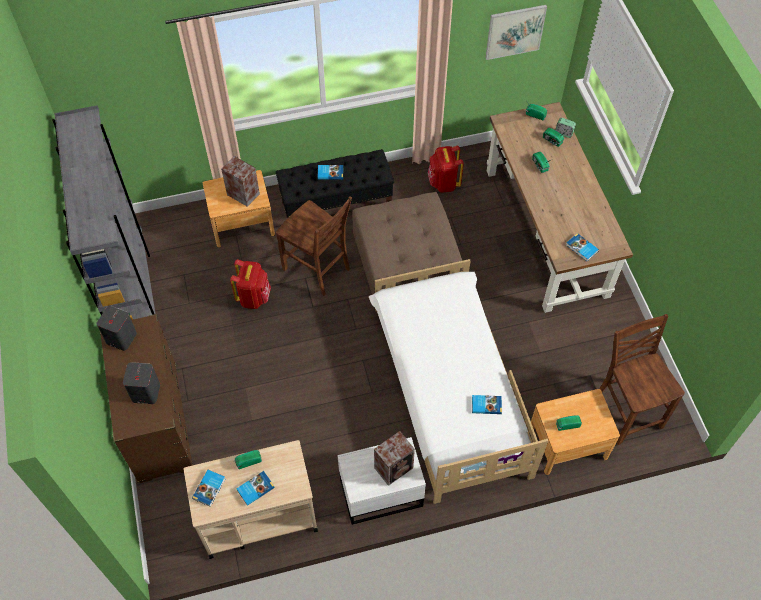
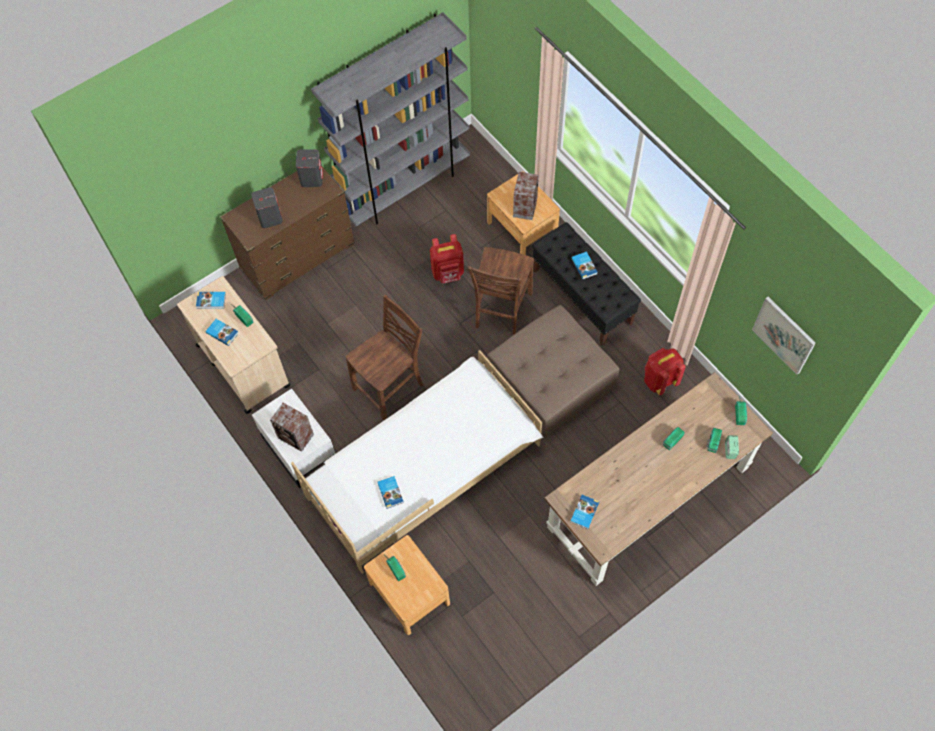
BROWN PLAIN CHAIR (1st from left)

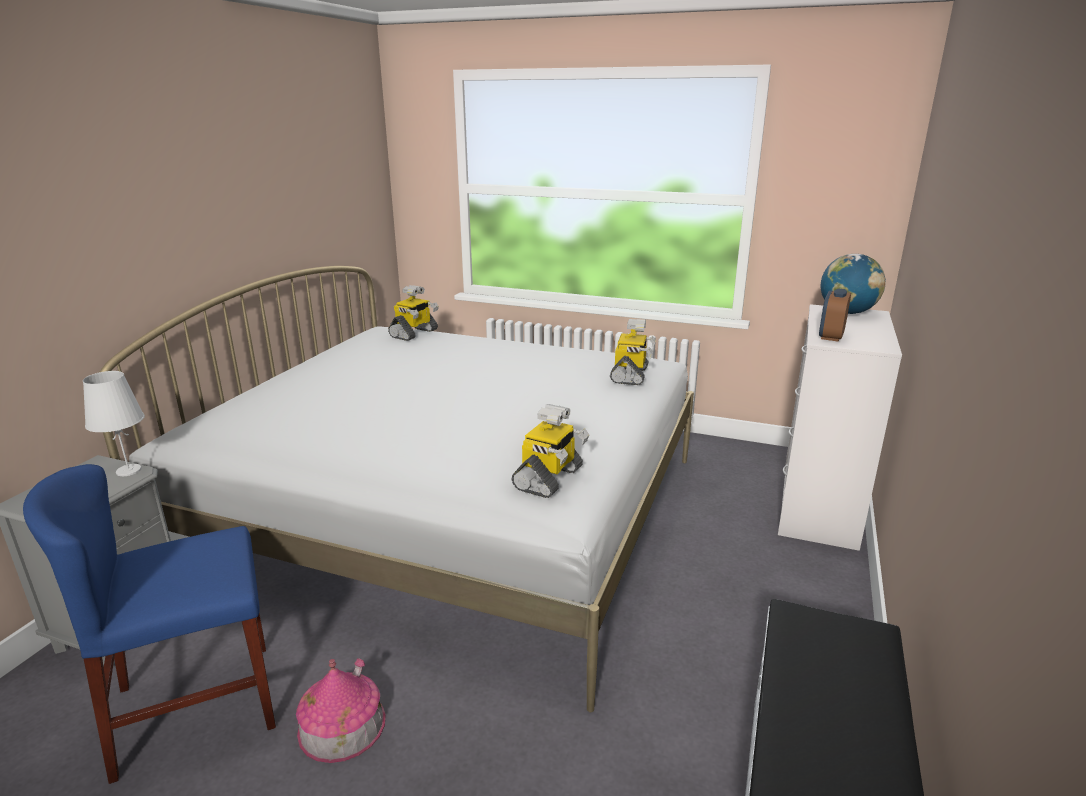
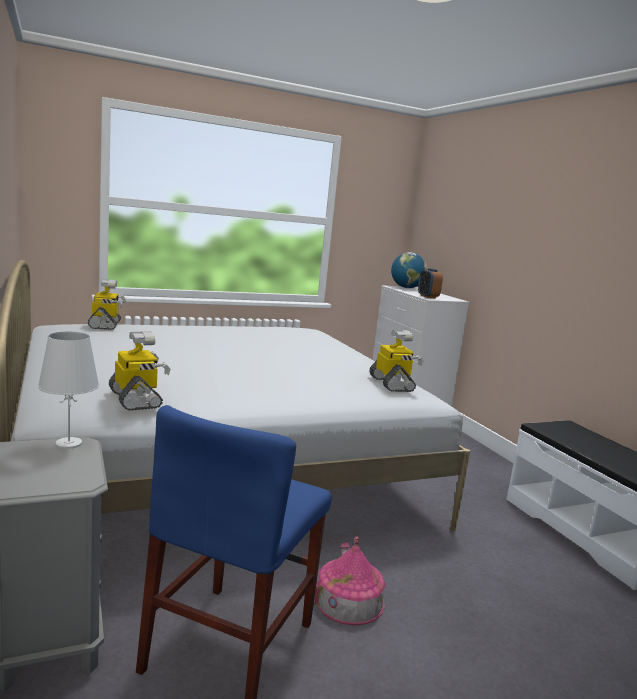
MODEL ROBOT (2nd from left)

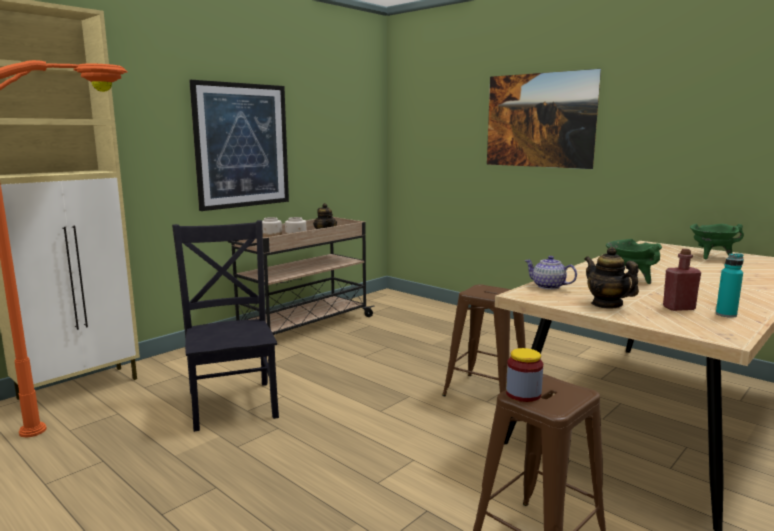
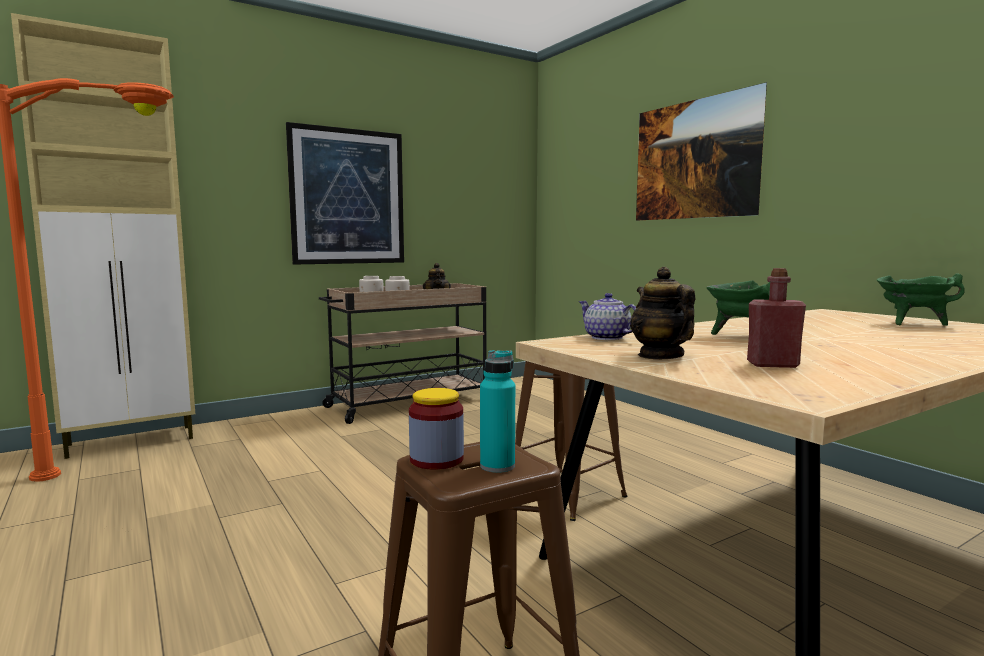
BLACK PLAIN CHAIR
BLUE-GREEN BOTTLE

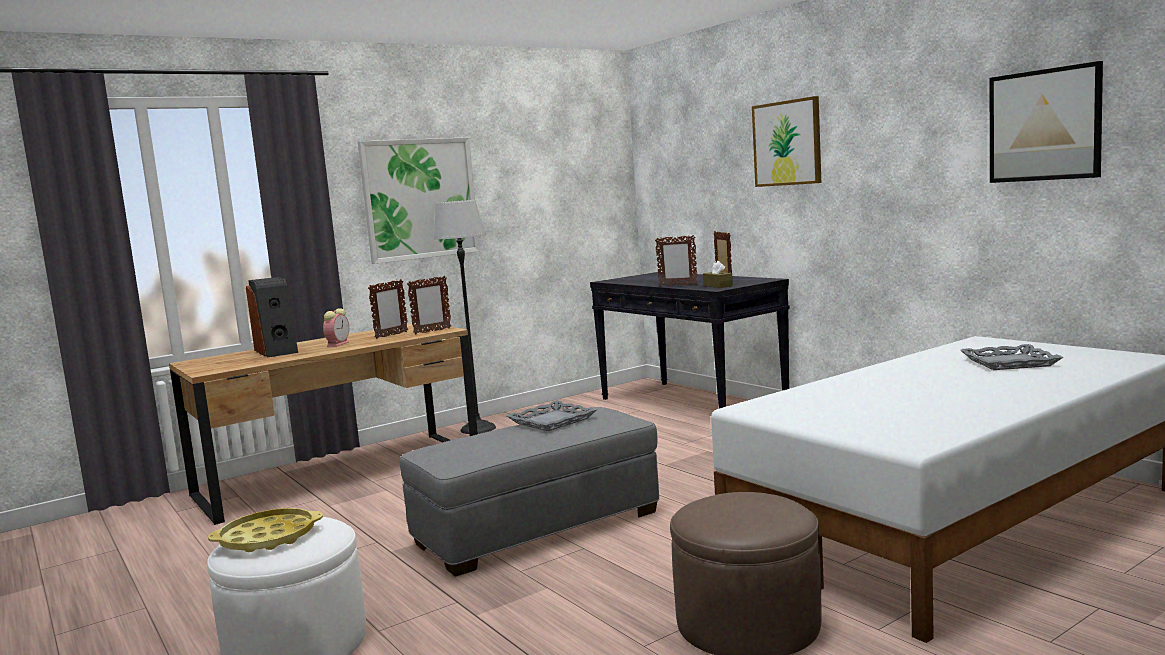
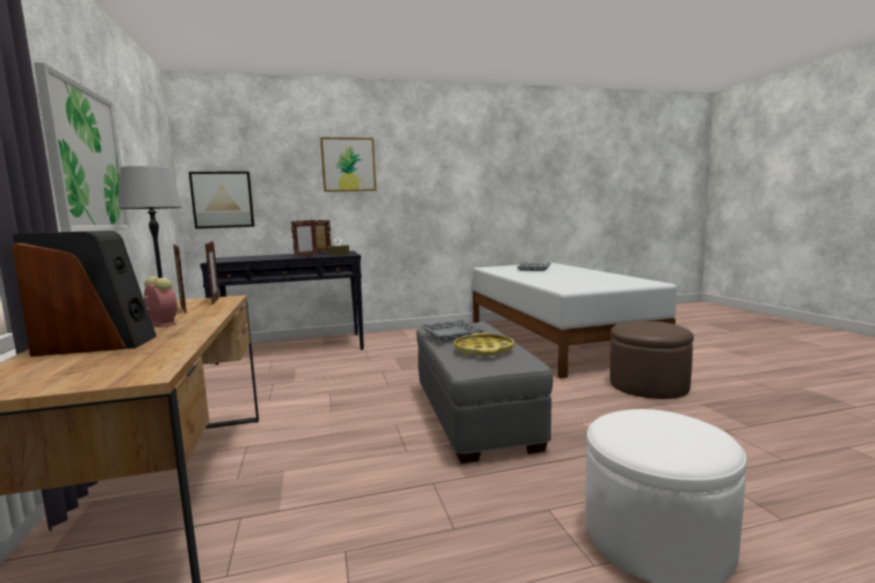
YELLOWISH TRAY
WALL ART (2nd from left)

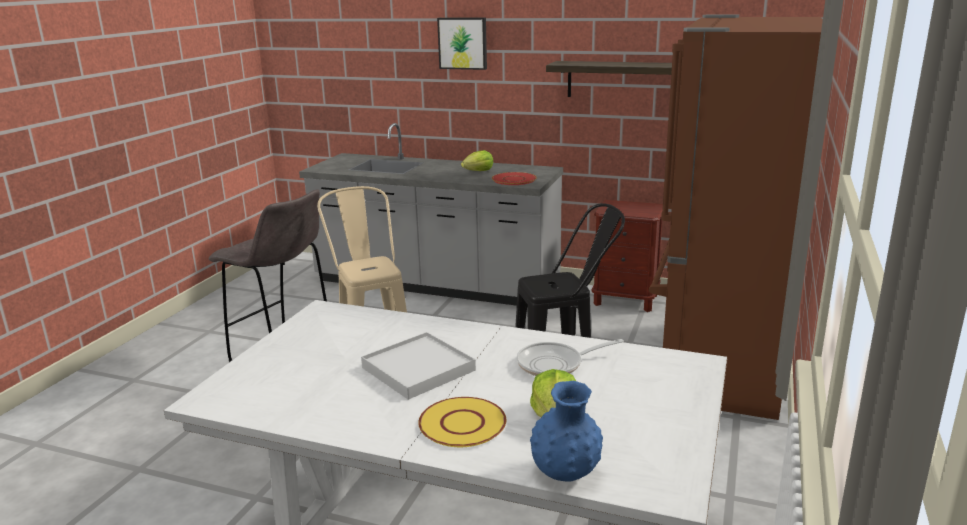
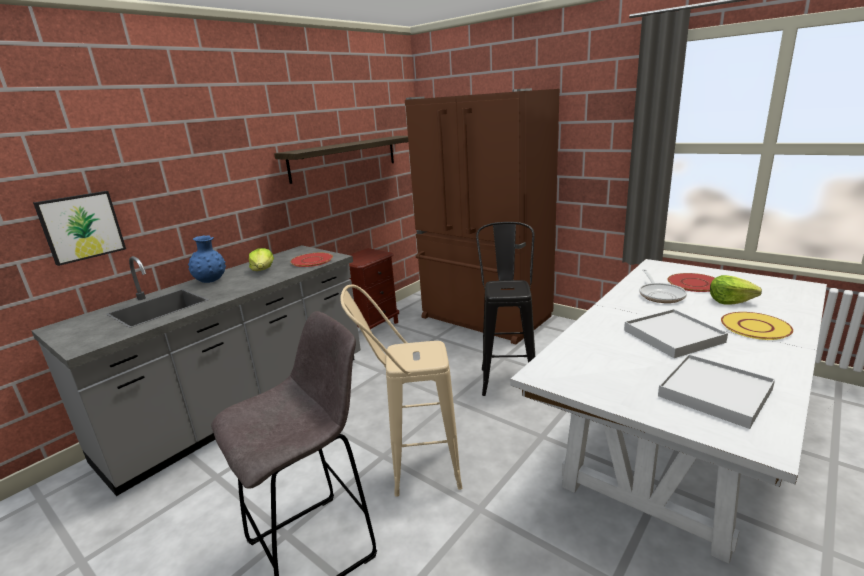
WHITE TRAY (2nd from left)
RED-COLOURED FLAT DISH (2nd from left)
WALL ART
BLUE-COLOURED DECORATIVE VASE

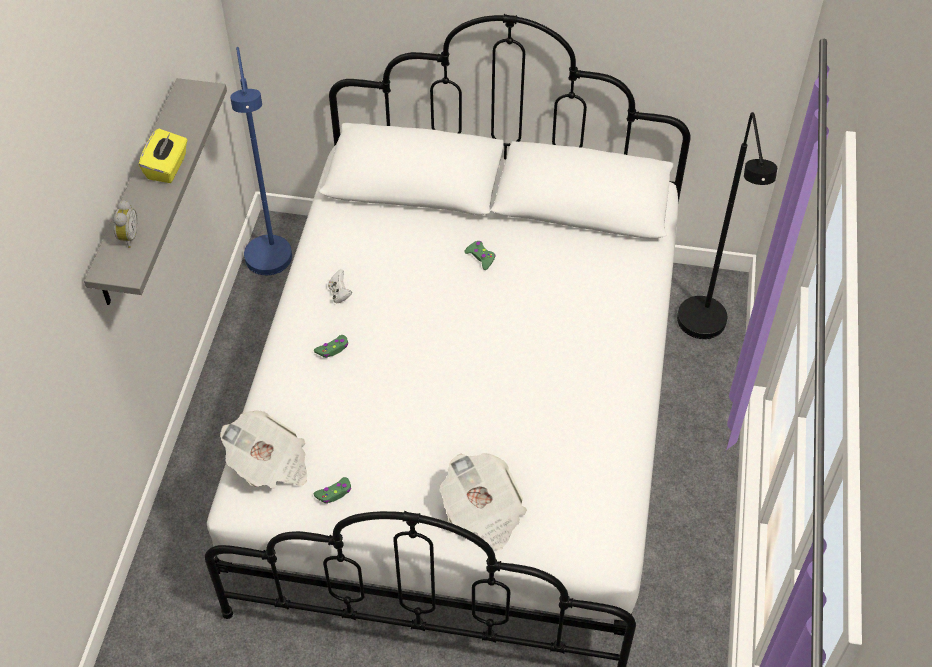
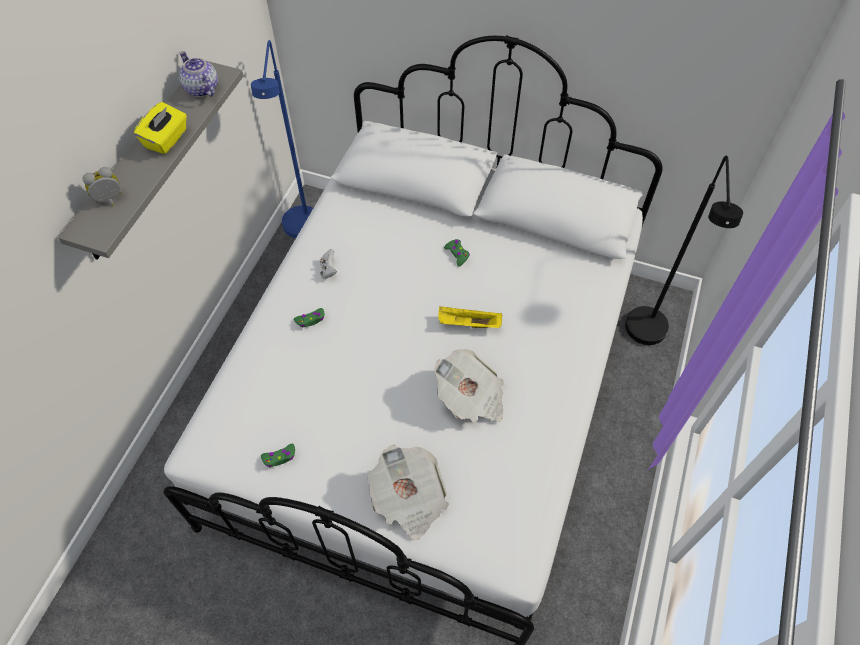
TEA POT
YELLOWISH TRAY
NEWSPAPER (2nd from left)
TABLE CLOCK

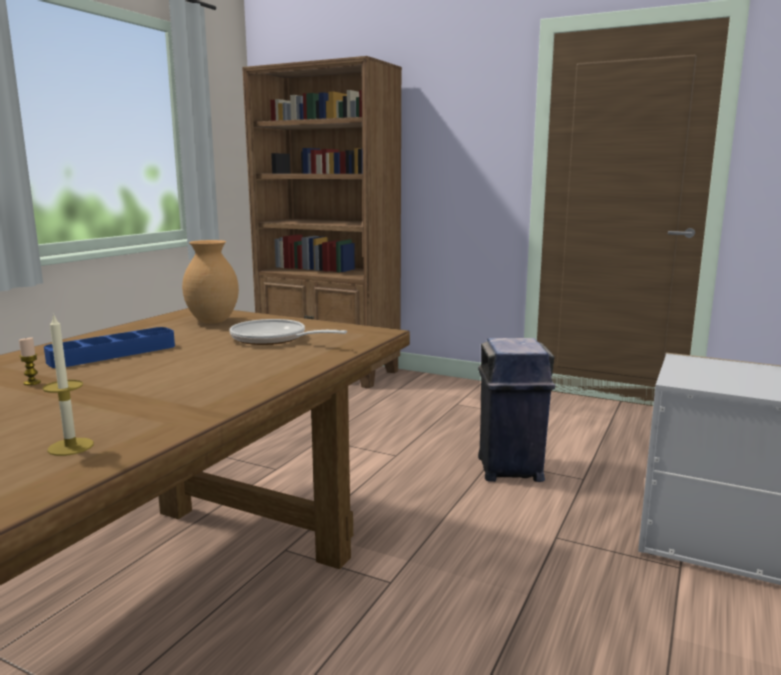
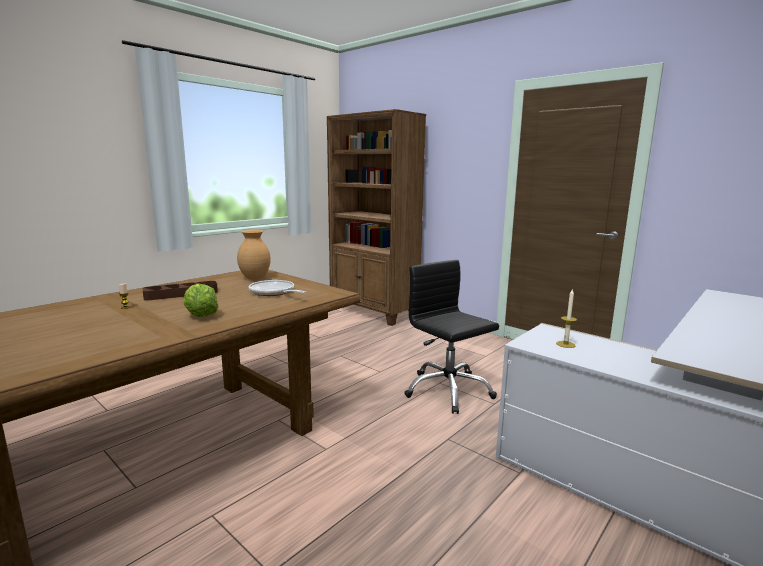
HEAD OF LETTUCE
WAX CANDLE (2nd from left)
BLACK COMPUTER CHAIR
BROWN TRAY

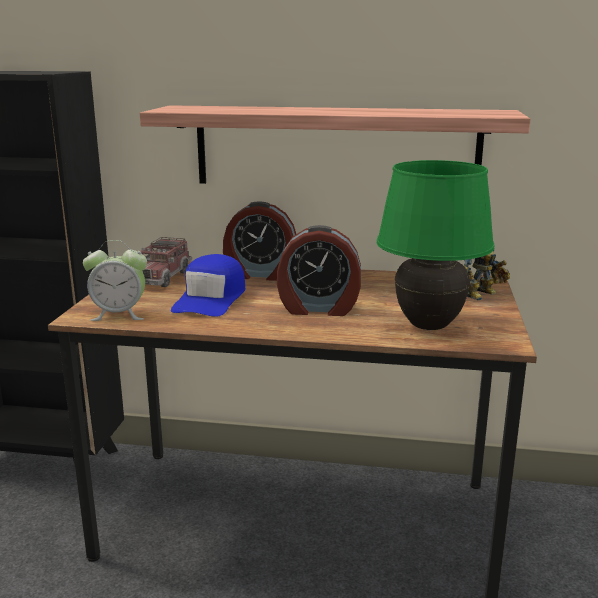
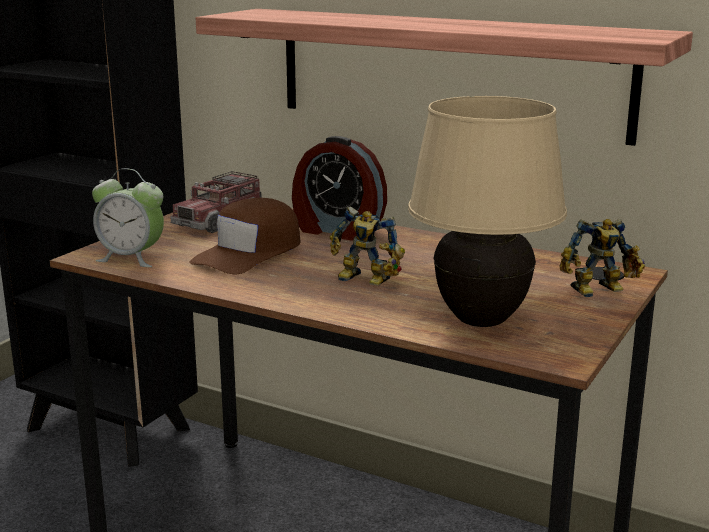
MODEL ROBOT (1st from left)
BROWN BASEBALL CAP
BEIGE-COLOURED LAMP FOR A TABLE

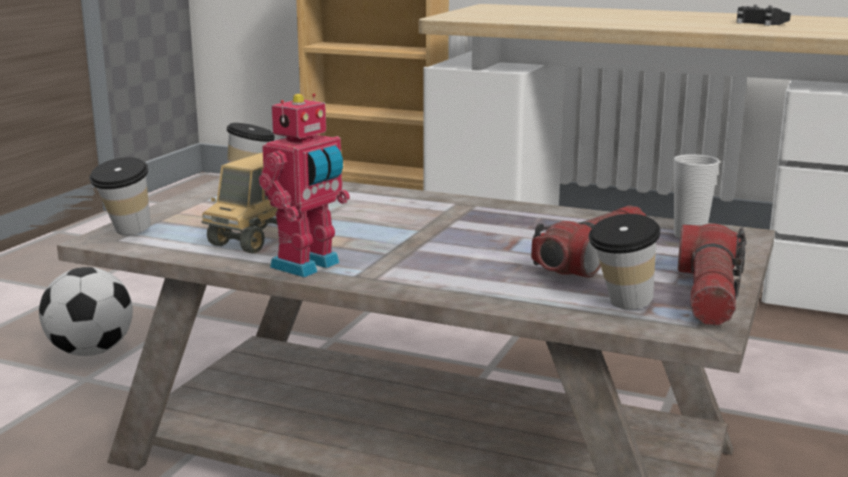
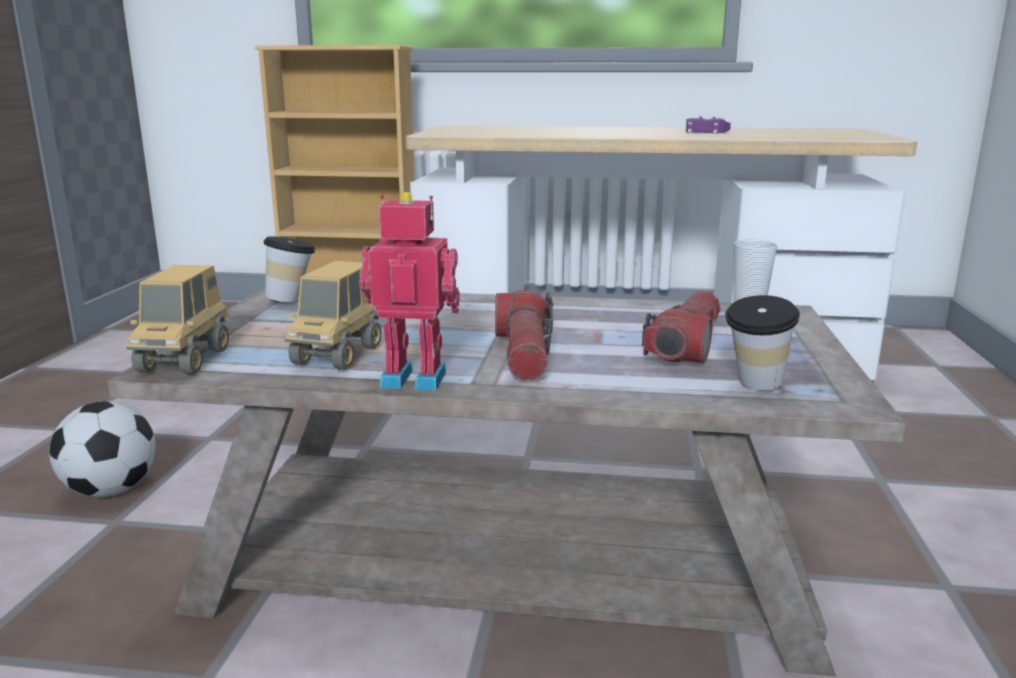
TORCH (1st from left)
TOY TRUCK (1st from left)
PURPLISH GAME CONTROLLER
MODEL ROBOT

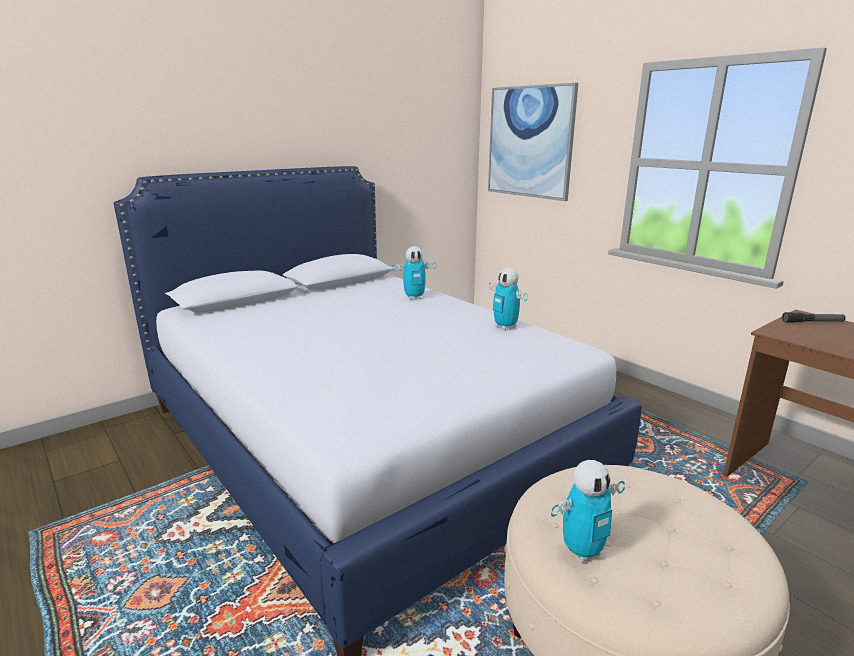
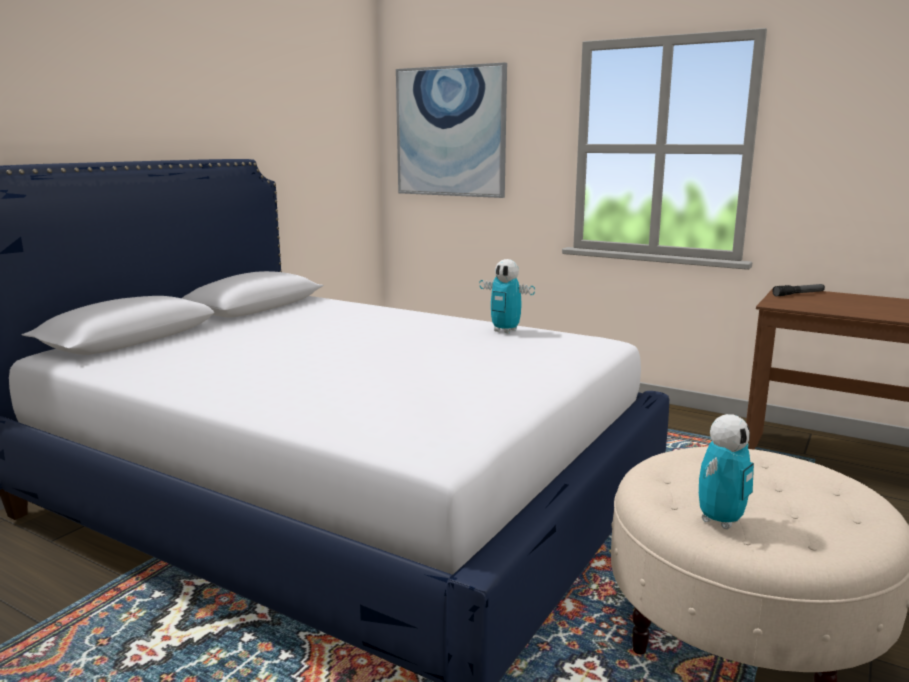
MODEL ROBOT (1st from left in the first image)

